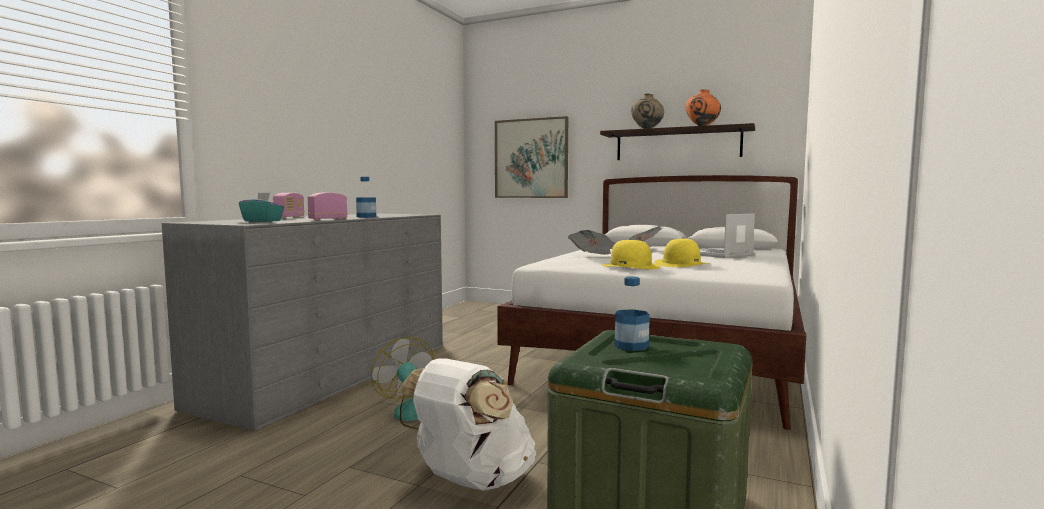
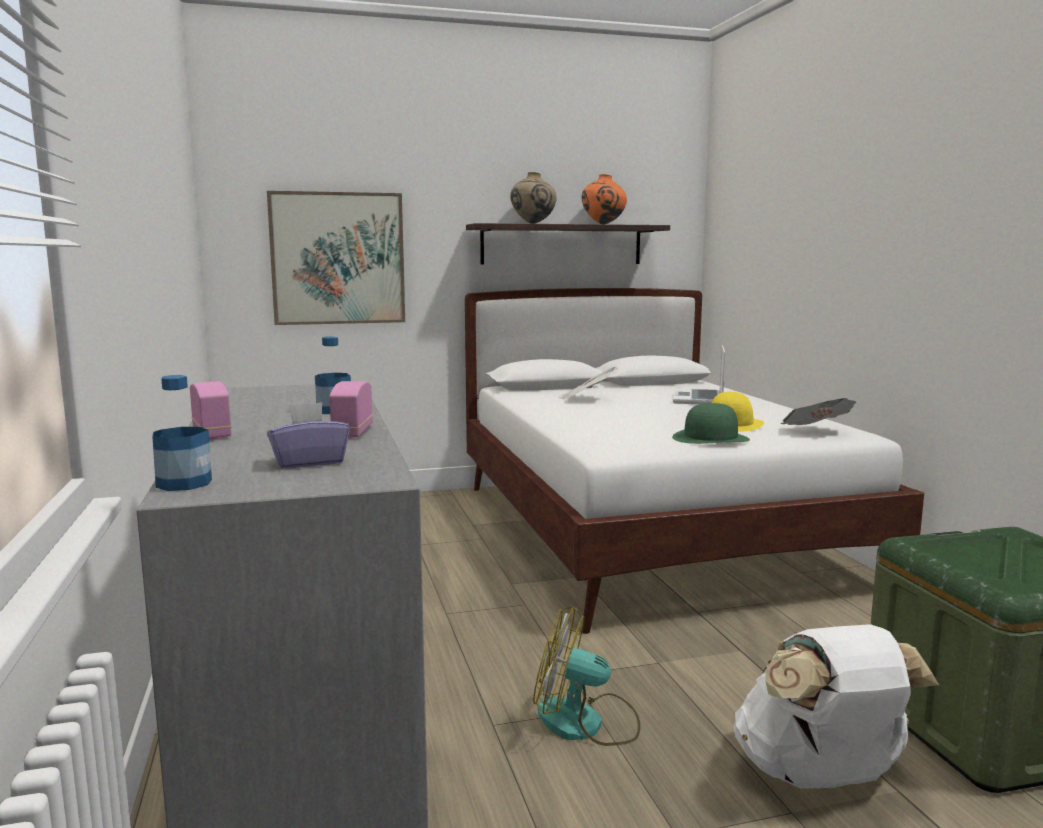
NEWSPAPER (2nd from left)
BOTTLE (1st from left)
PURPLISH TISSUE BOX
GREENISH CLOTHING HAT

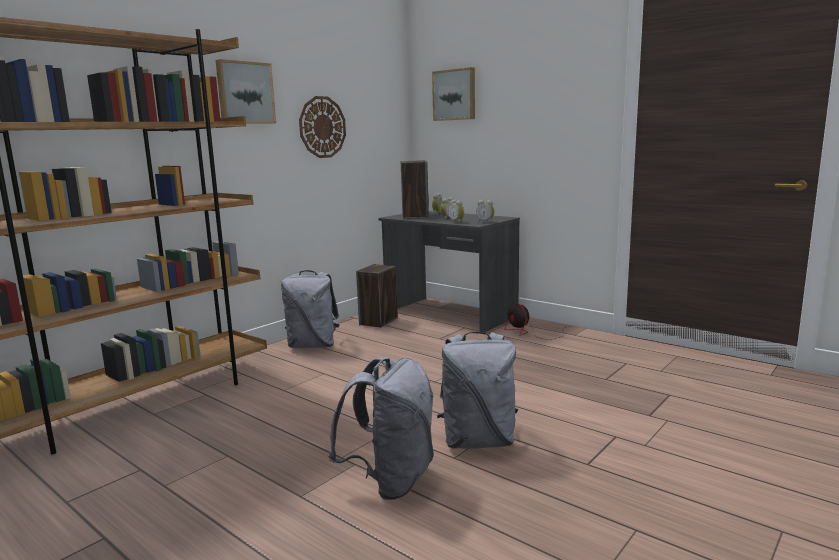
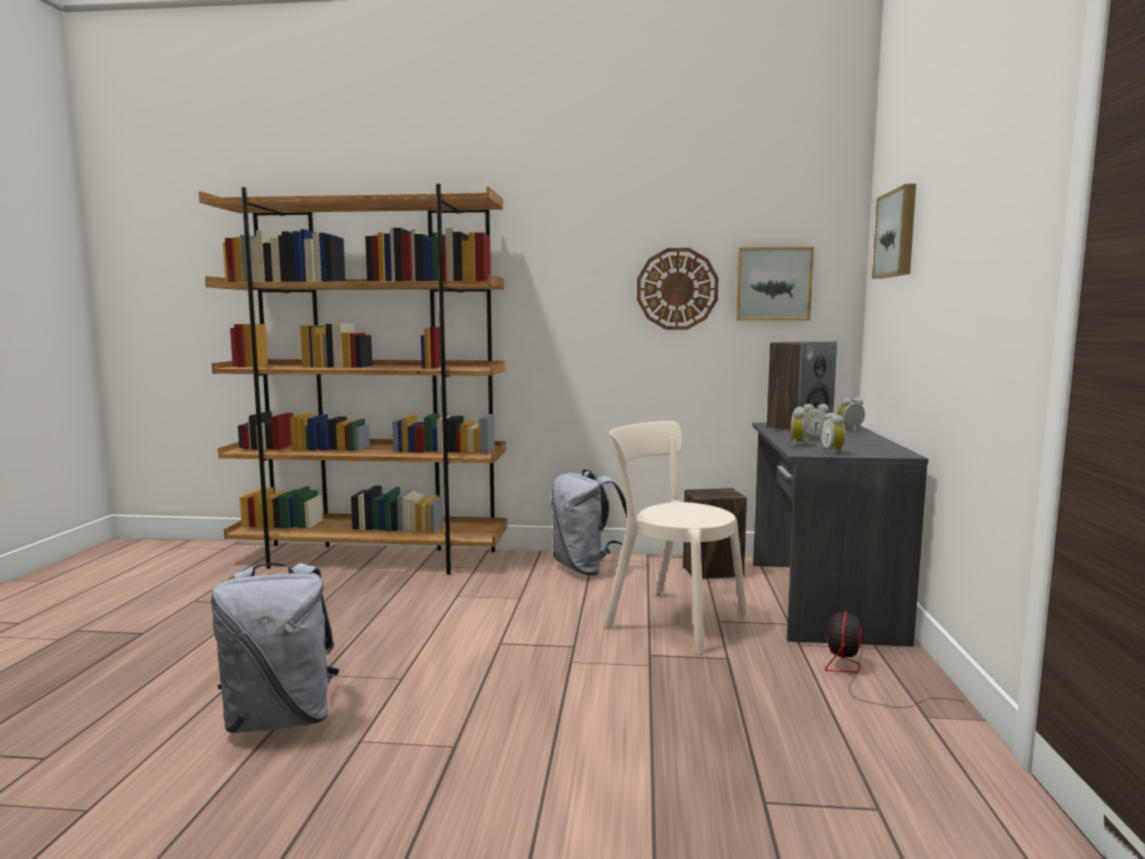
GREYISH KNAPSACK (3rd from left in the first image)
BEIGE-COLOURED PLAIN CHAIR
WALL ART (1st from left)

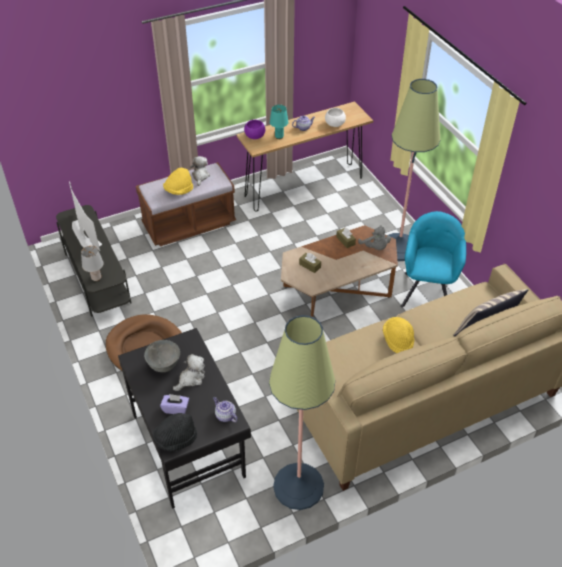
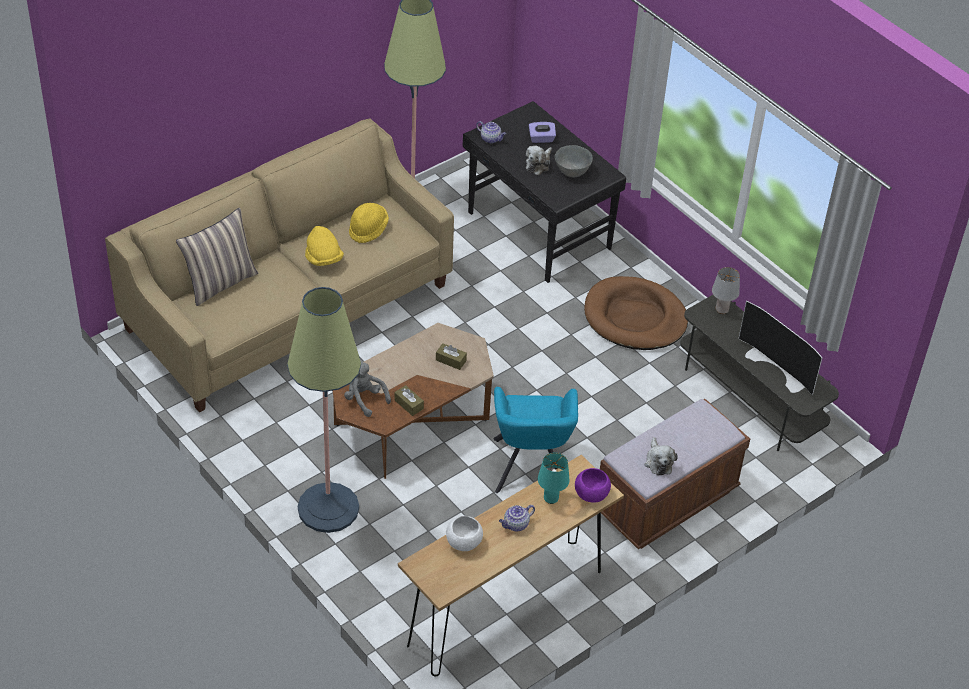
BLACK CLOTHING HAT
YELLOWISH CLOTHING HAT (2nd from left)
BLUE-GREEN ARMCHAIR

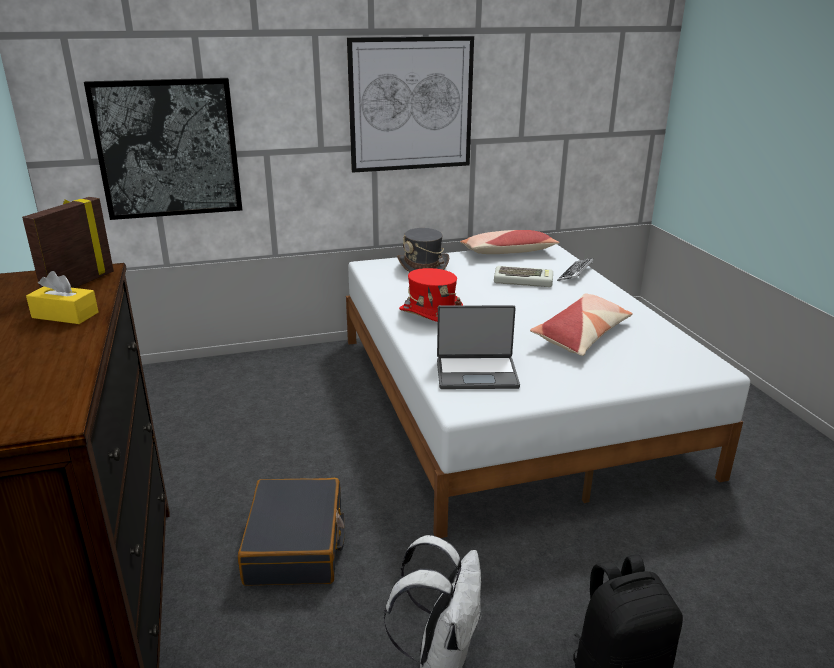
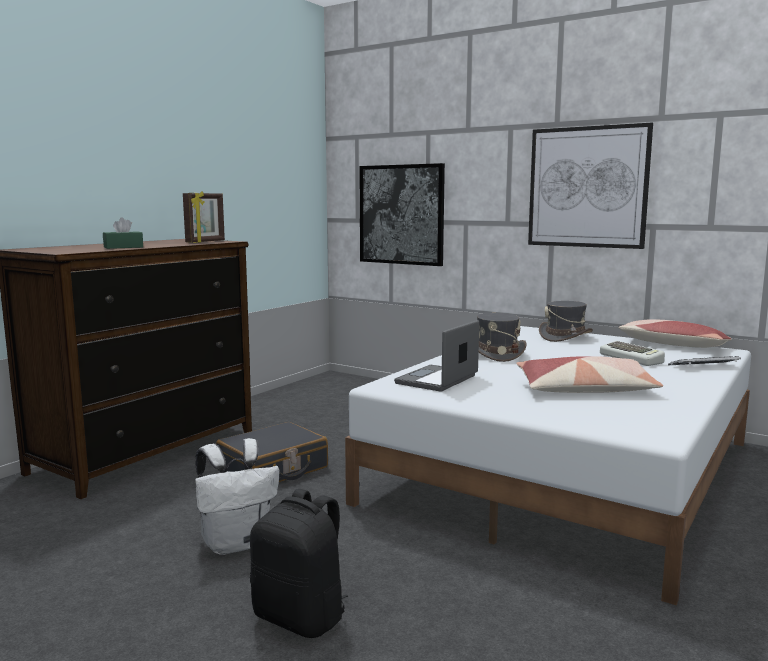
YELLOWISH TISSUE BOX
GREENISH TISSUE BOX
GREYISH CLOTHING HAT (1st from left)
PICTURE FRAME
PORTABLE COMPUTER

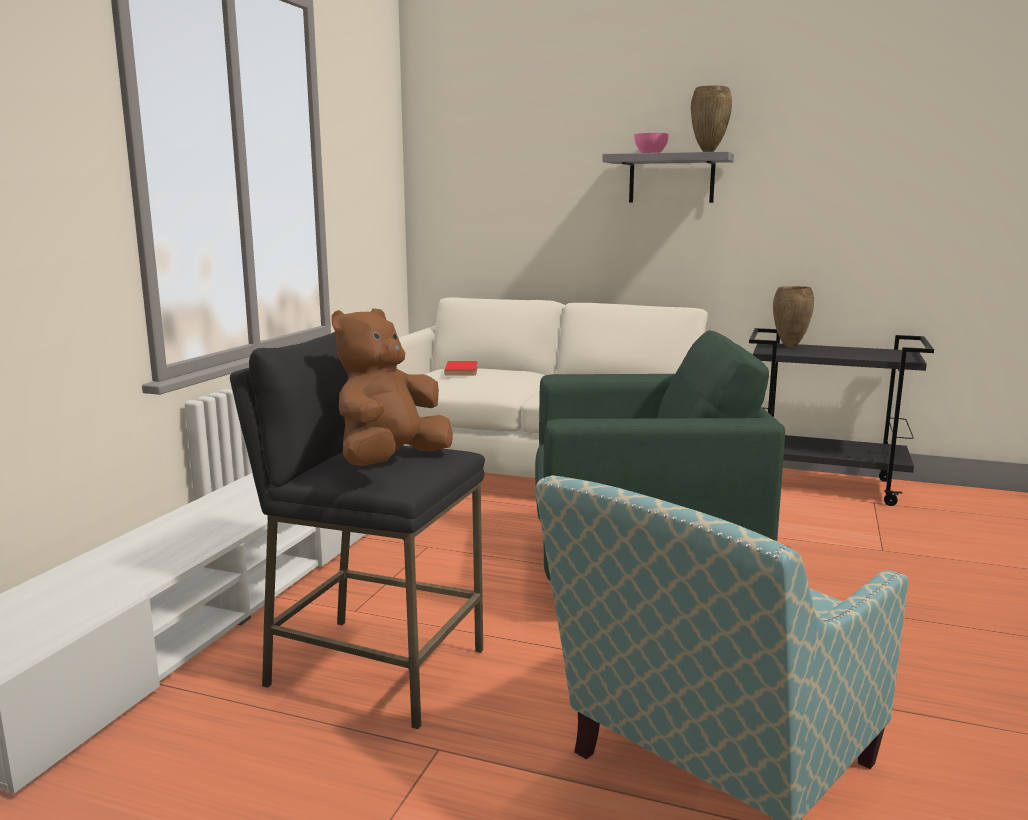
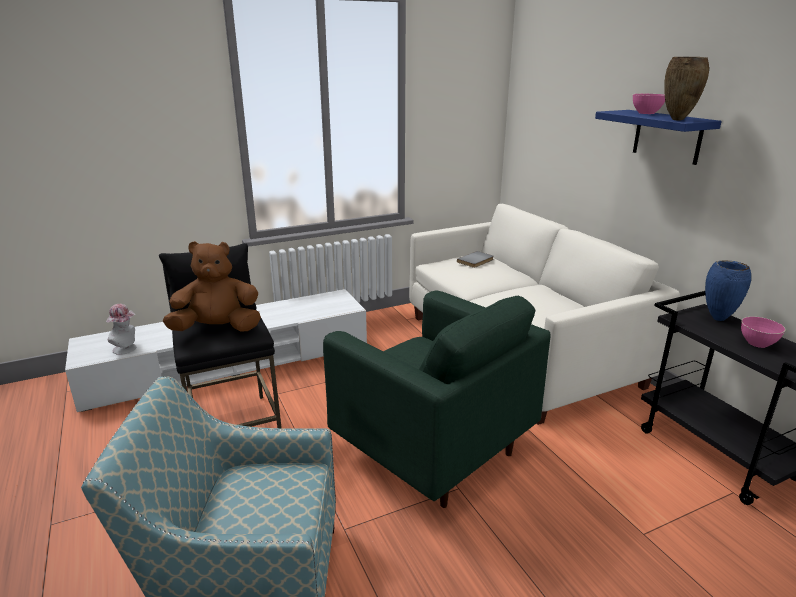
CLOTHING HAT
PINK SERVING BOWL (2nd from left)
GREYISH BOOK
BLUE-COLOURED BRACKET SHELF
BLUE-COLOURED DECORATIVE VASE

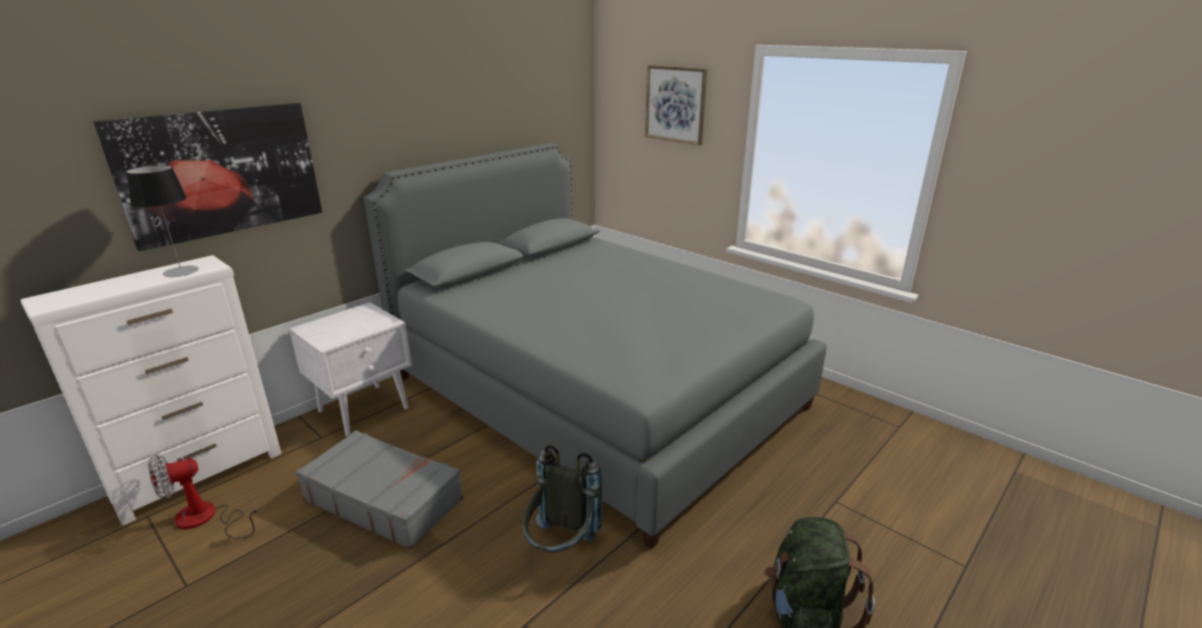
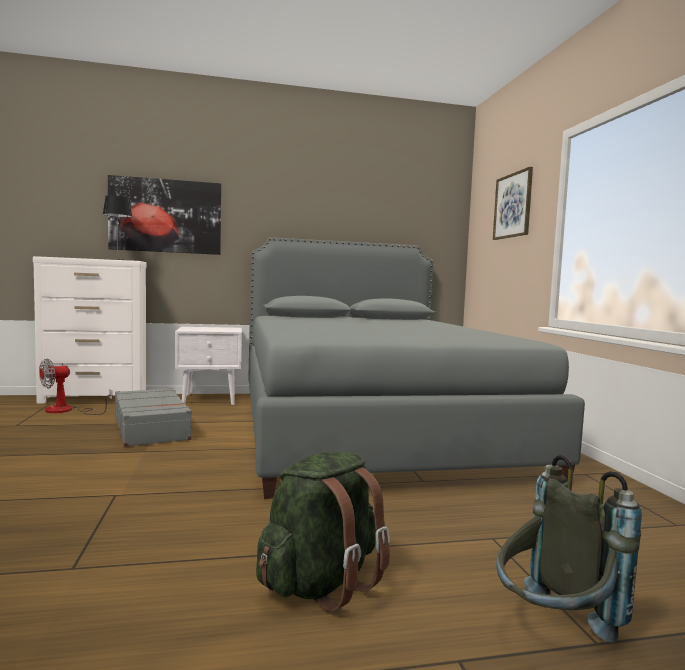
GREYISH KNAPSACK
COOLING FAN

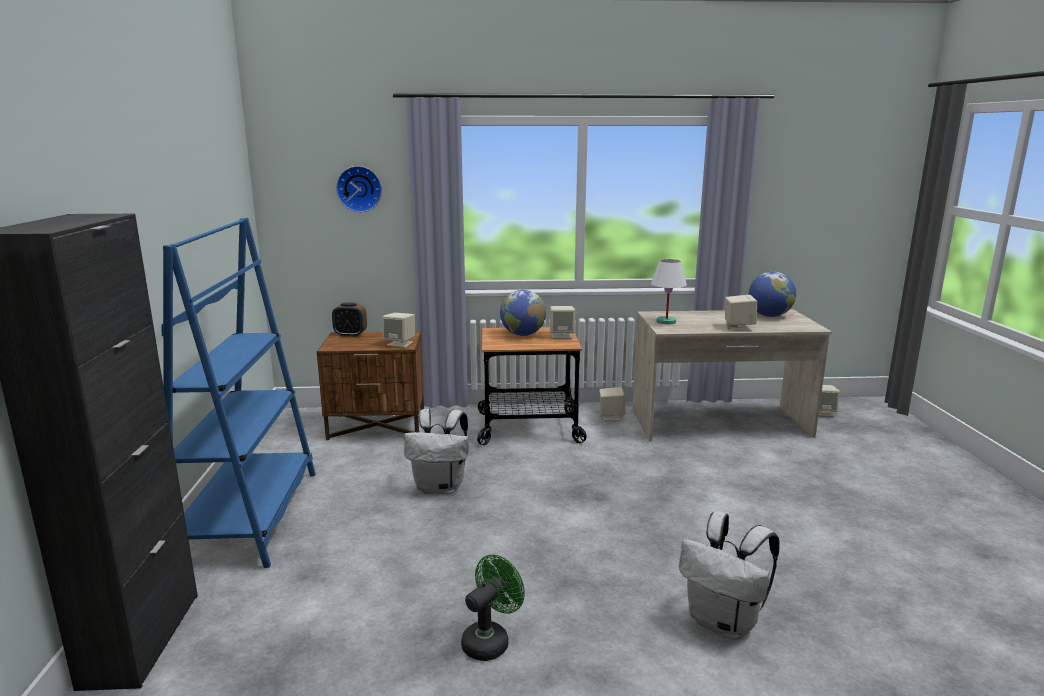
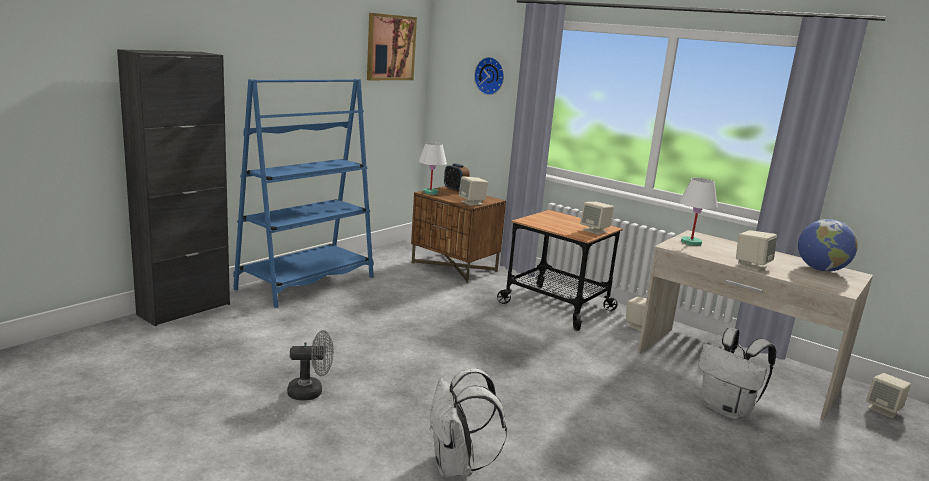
GLOBE (1st from left in the first image)
WALL ART
WHITE LAMP FOR A TABLE (1st from left)
WHITE KNAPSACK (2nd from left)
GREYISH COOLING FAN

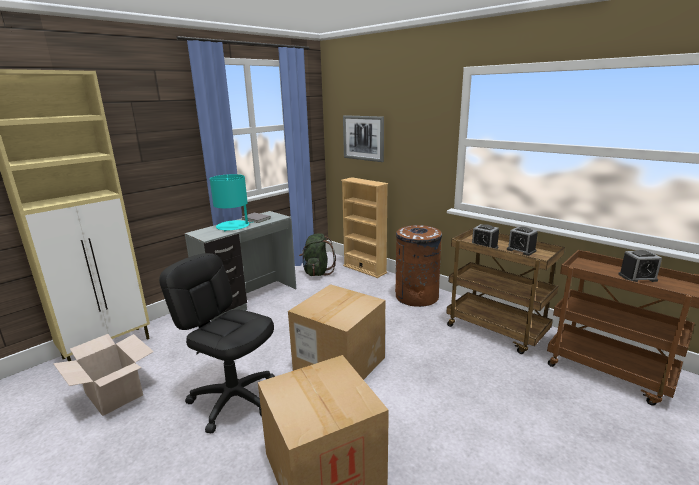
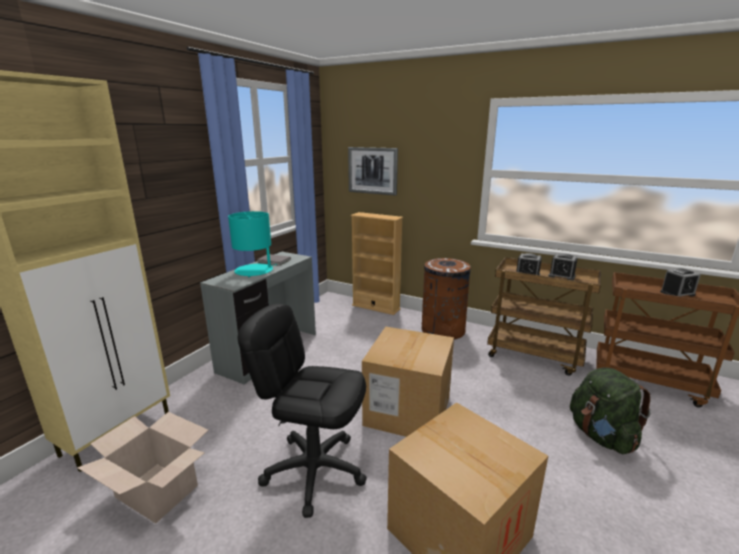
GREENISH KNAPSACK

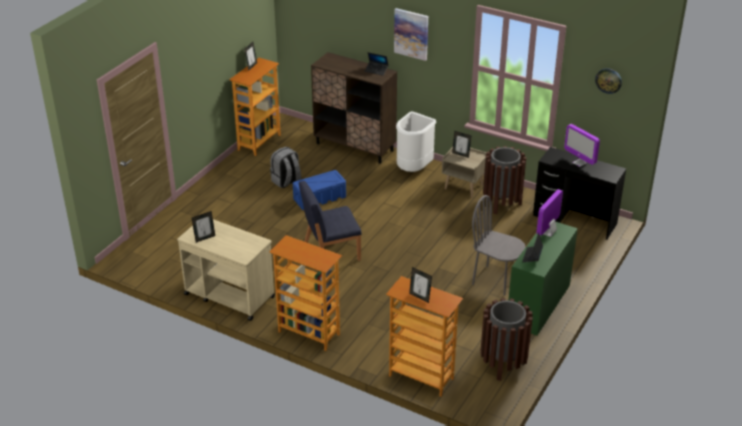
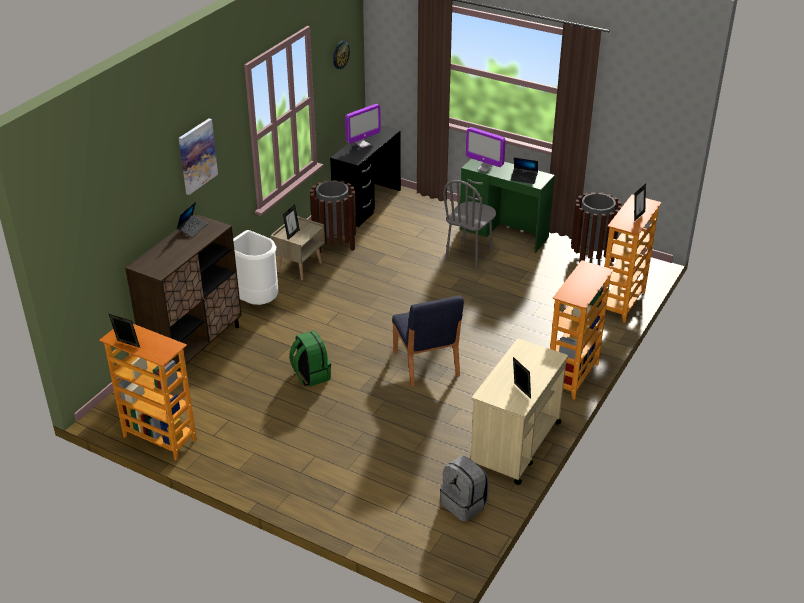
GREYISH KNAPSACK
GREENISH KNAPSACK

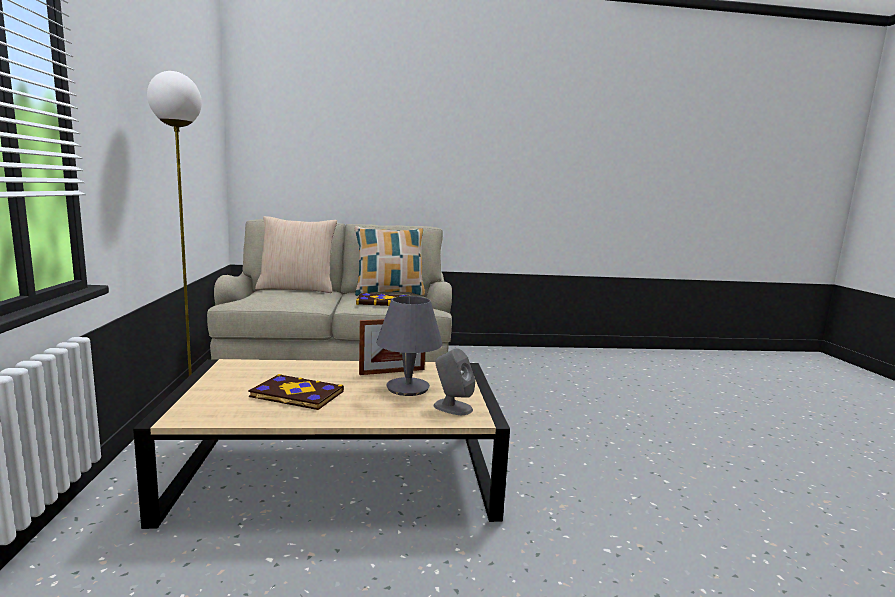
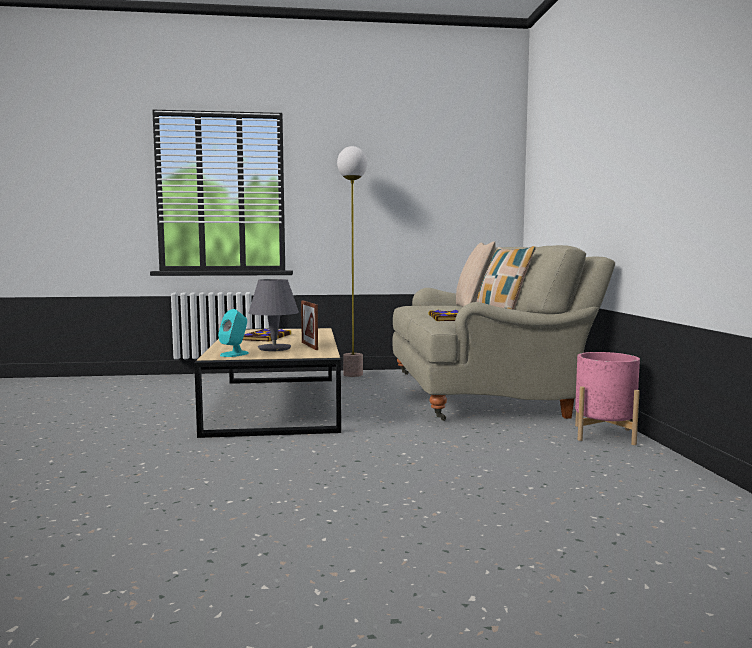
PINK PLANT POT
BLUE-GREEN AUDIO SPEAKER

